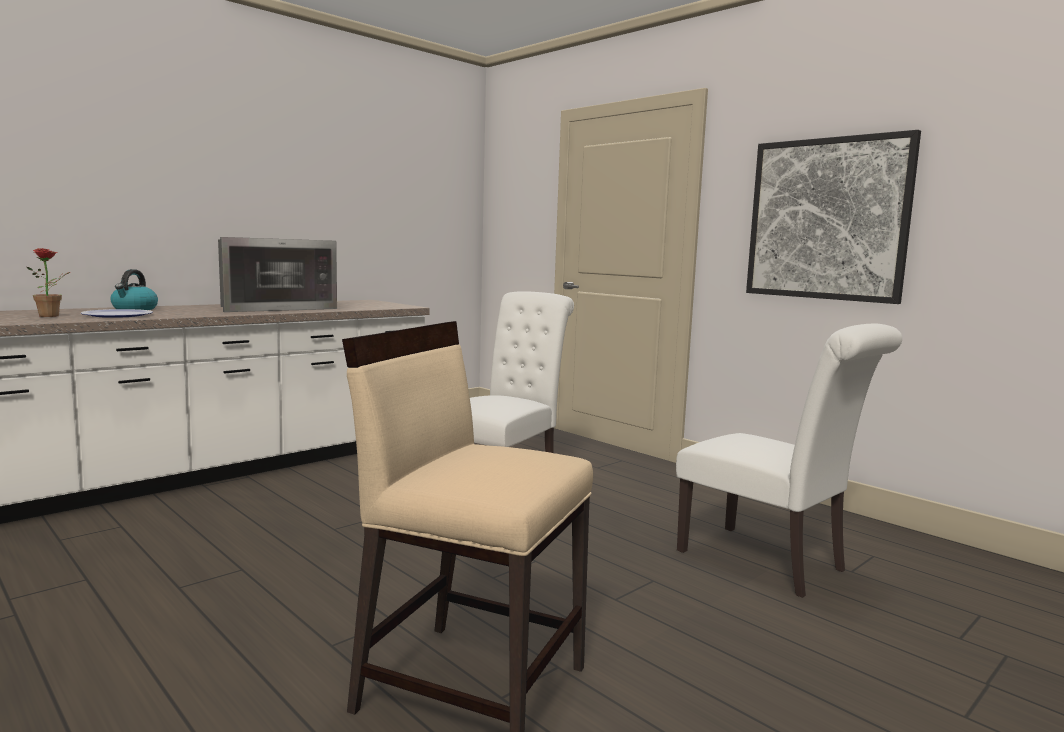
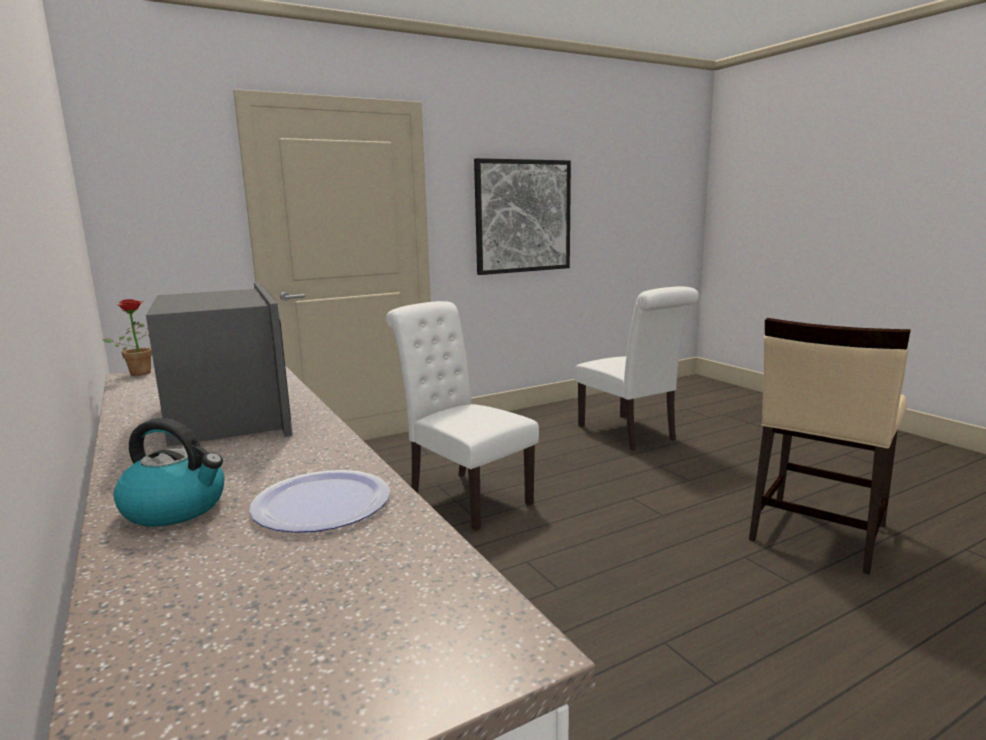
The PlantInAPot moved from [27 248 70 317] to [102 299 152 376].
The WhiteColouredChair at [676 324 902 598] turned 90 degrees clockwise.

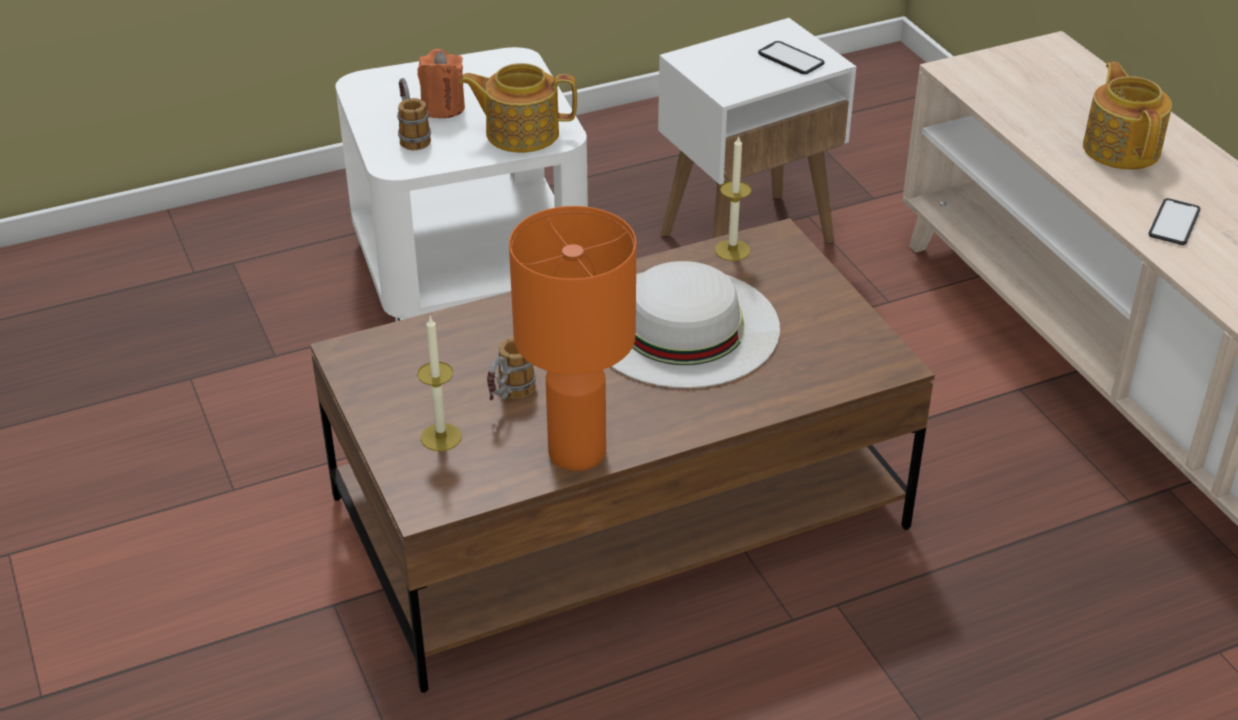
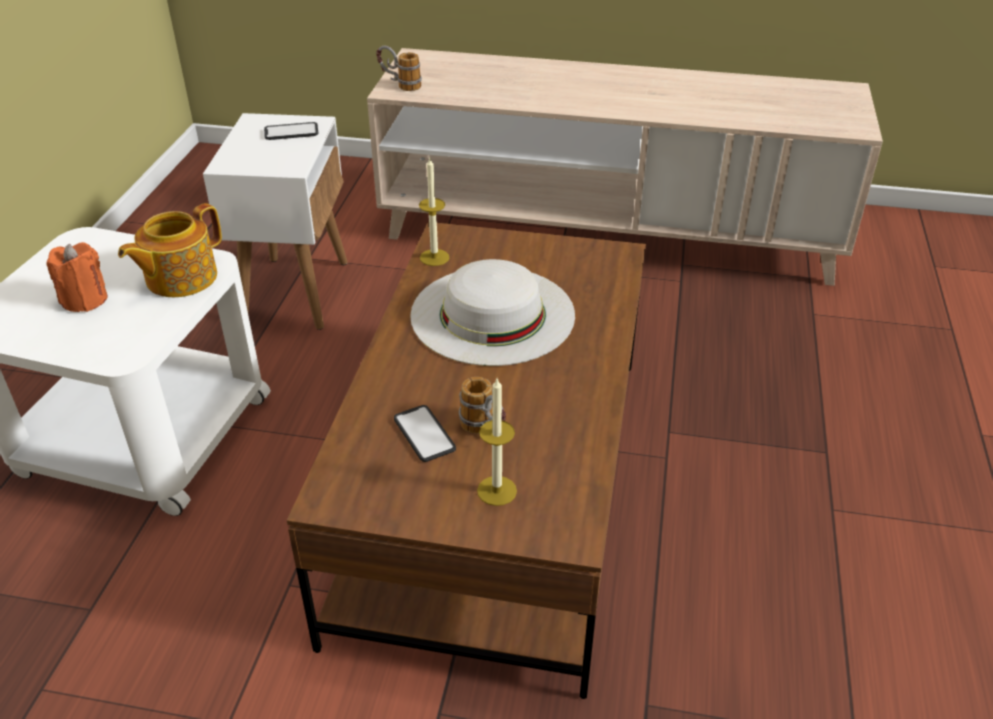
The Mug moved from [397 78 431 150] to [376 46 422 91].
The OrangeColouredLampForATable at [509 206 636 471] disappeared.
The PotForTea at [1083 62 1172 170] disappeared.
The Telephone moved from [1149 198 1200 245] to [394 405 456 462].

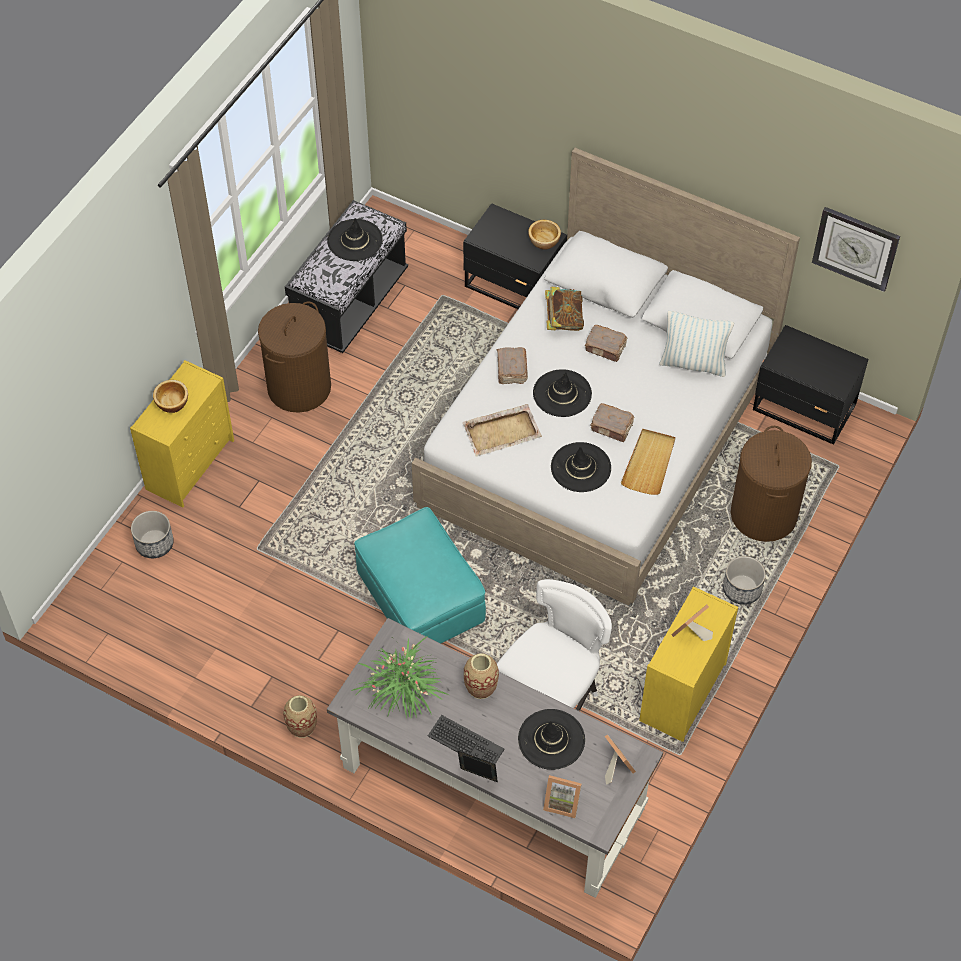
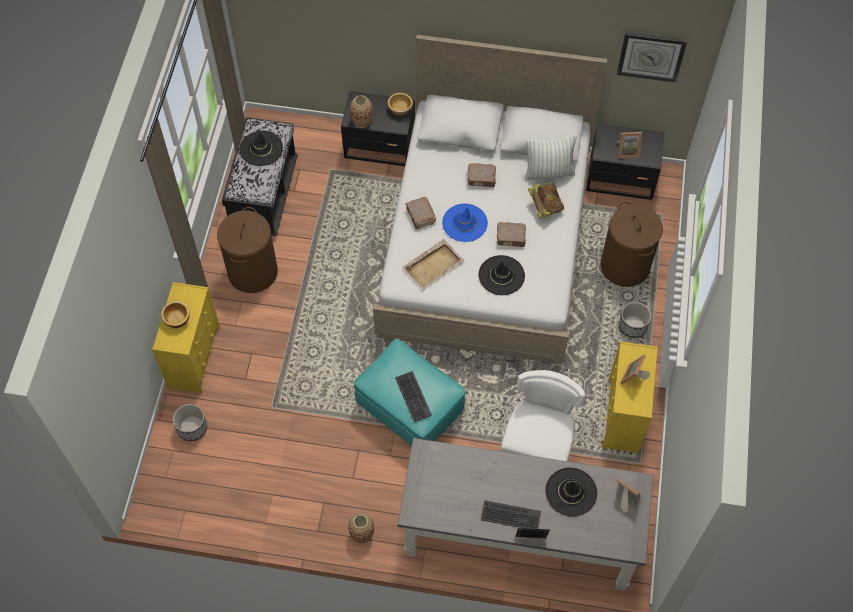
The PlantInAPot at [351 636 449 719] disappeared.
The DecorativeVase moved from [464 653 499 699] to [350 95 373 128].
The BlackColouredHat at [533 369 592 417] became the BlueHat at [442 204 488 242].
The StandingFrame moved from [543 775 582 819] to [617 132 642 159].
The BoundBook moved from [545 287 584 331] to [528 181 564 219].
The BeigeColouredServingTray at [621 429 676 495] disappeared.
The ComputerKeyboard at [395 371 432 422] appeared.

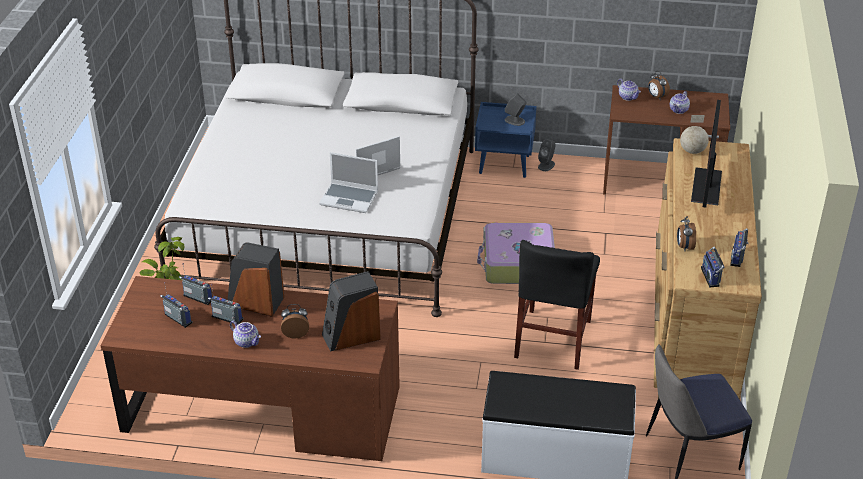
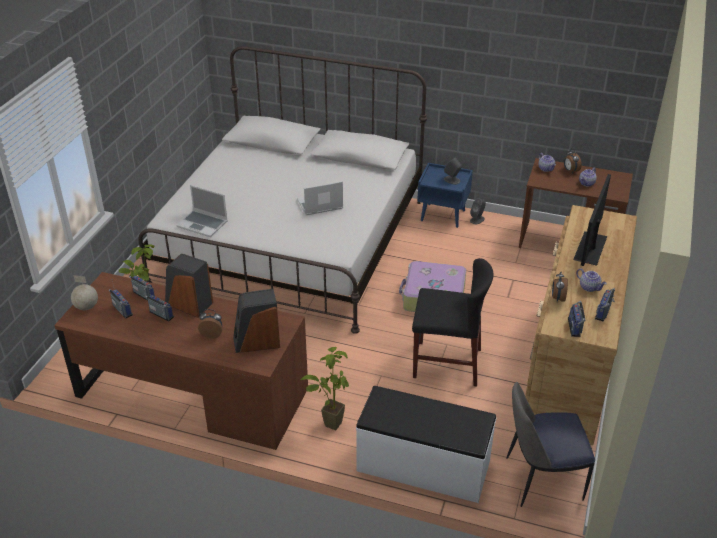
The PotForTea moved from [230 320 261 348] to [576 268 607 292].
The Laptop moved from [319 152 378 213] to [176 185 228 237].
The BlackColouredChair at [514 240 600 370] turned 105 degrees counterclockwise.
The Globe moved from [680 115 709 154] to [71 275 98 310].
The PlantInAPot at [301 347 349 430] appeared.

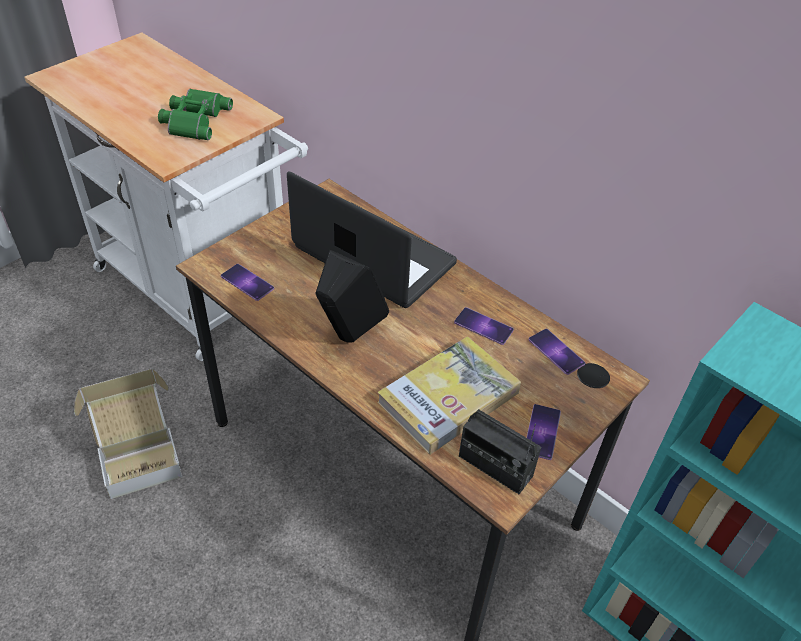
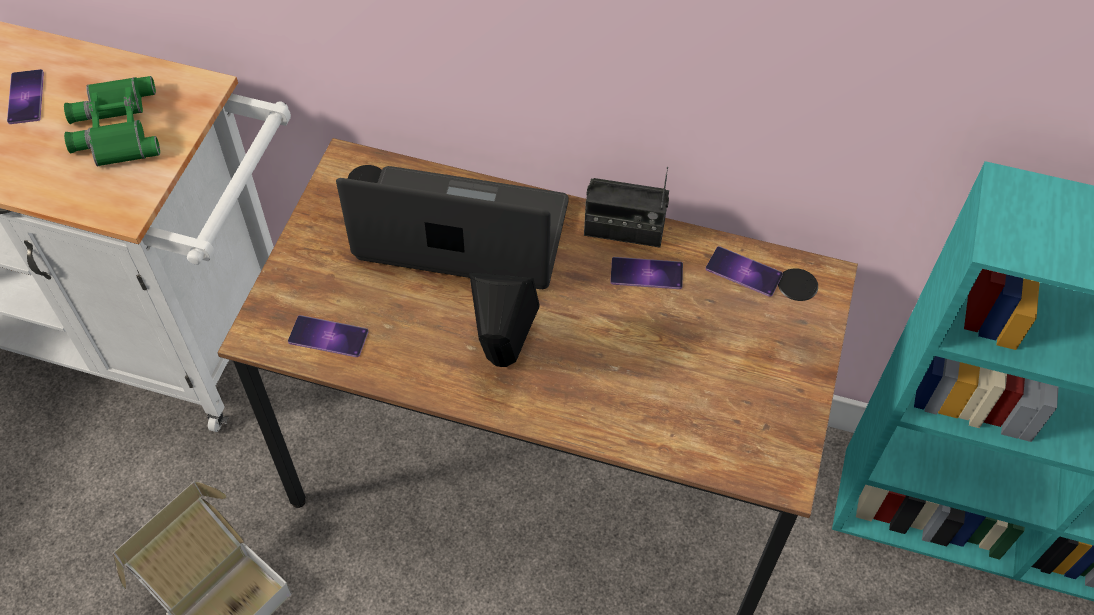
The BoundBook at [377 336 521 455] disappeared.
The RadioReceiver moved from [459 409 541 494] to [584 167 669 248].
The Telephone moved from [527 404 561 460] to [7 69 44 124].

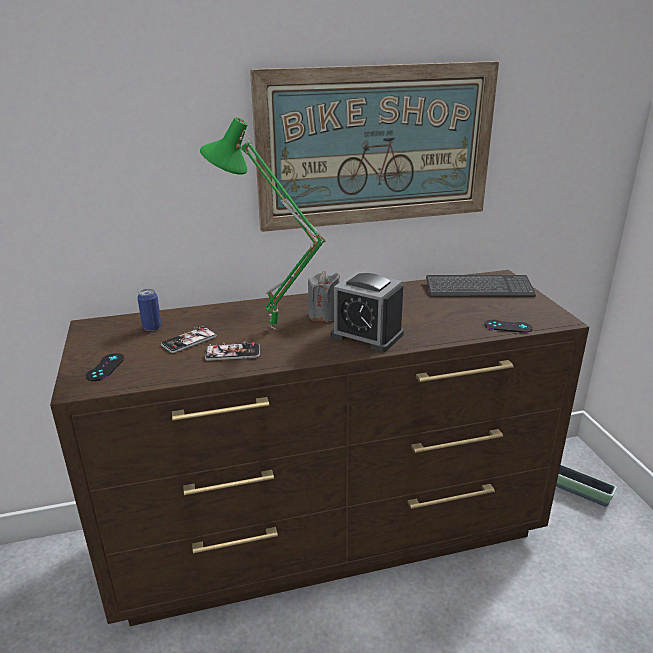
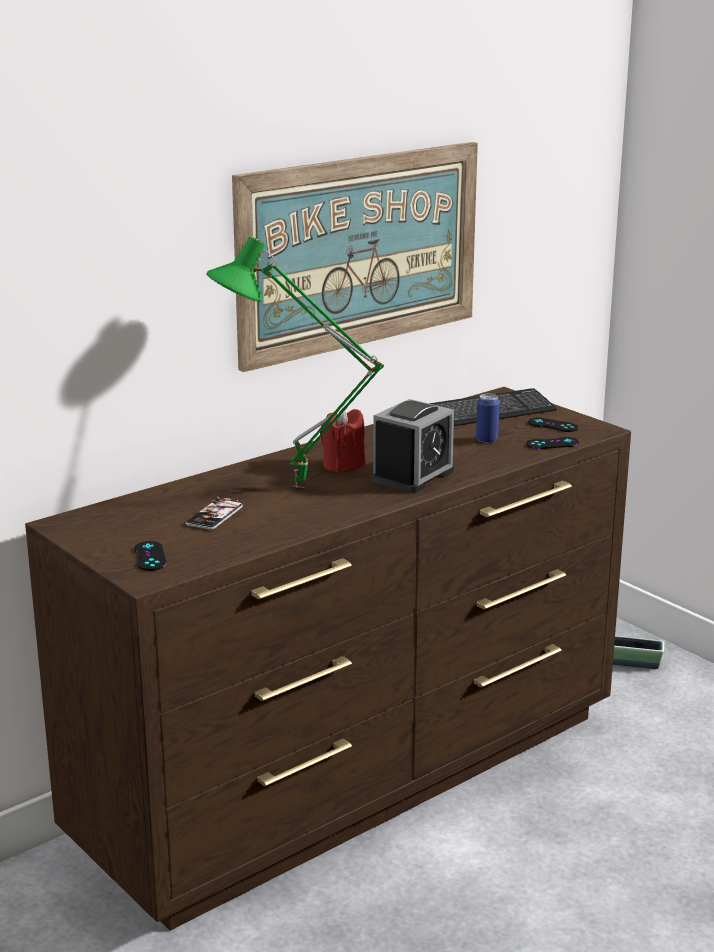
The MetalCan moved from [137 288 162 331] to [476 394 499 443].
The Telephone at [205 341 260 361] disappeared.
The GrayWaxCandle at [308 270 340 322] became the RedColouredWaxCandle at [320 408 365 473].
The AlarmClock at [331 271 404 352] turned 60 degrees counterclockwise.
The BlackColouredGamepad at [528 418 579 432] appeared.

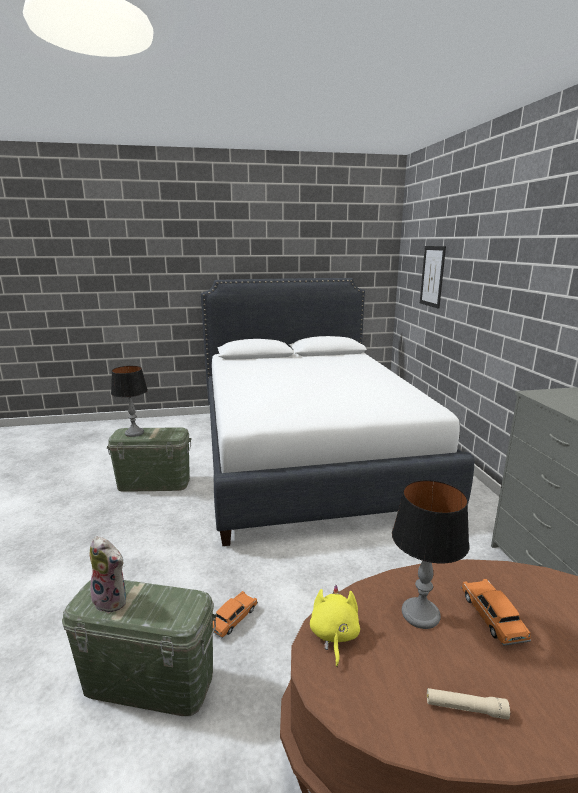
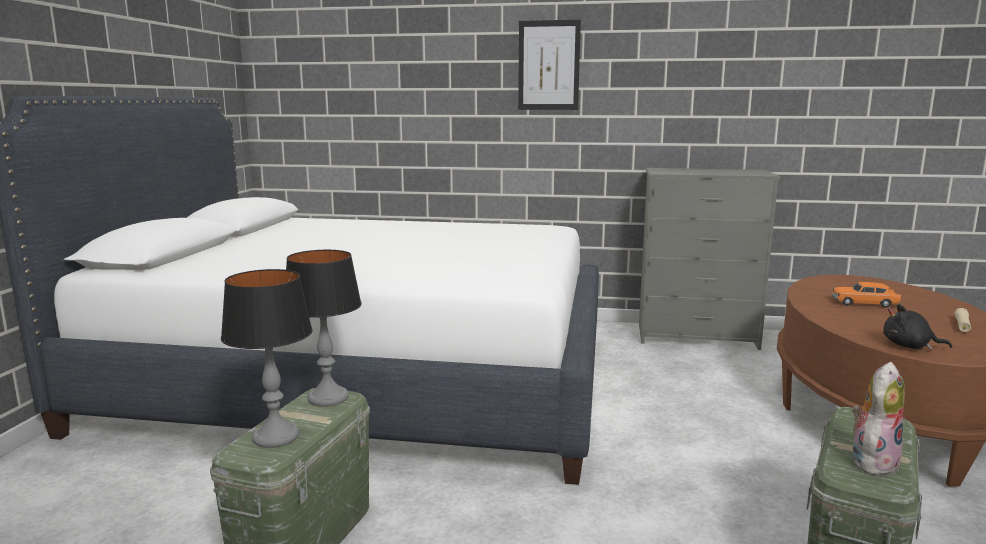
The OrangeColouredToyCar at [213 591 258 638] disappeared.
The YellowCuddlyToy at [310 585 360 667] became the BlackColouredCuddlyToy at [883 304 952 350].
The LampForATable moved from [392 480 469 629] to [286 250 362 407].
The WallPicture moved from [420 246 446 309] to [518 20 581 110].

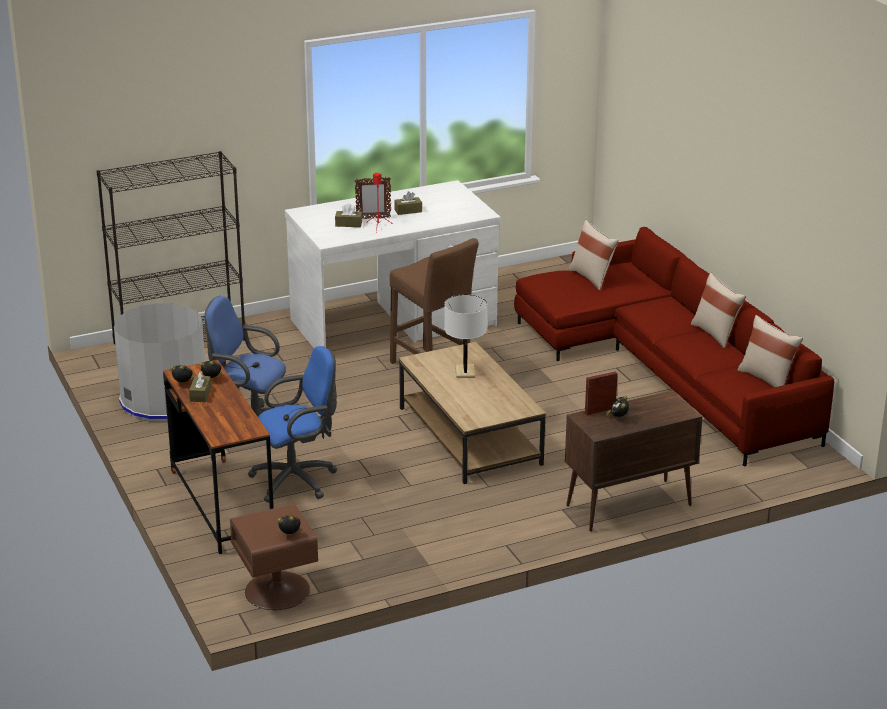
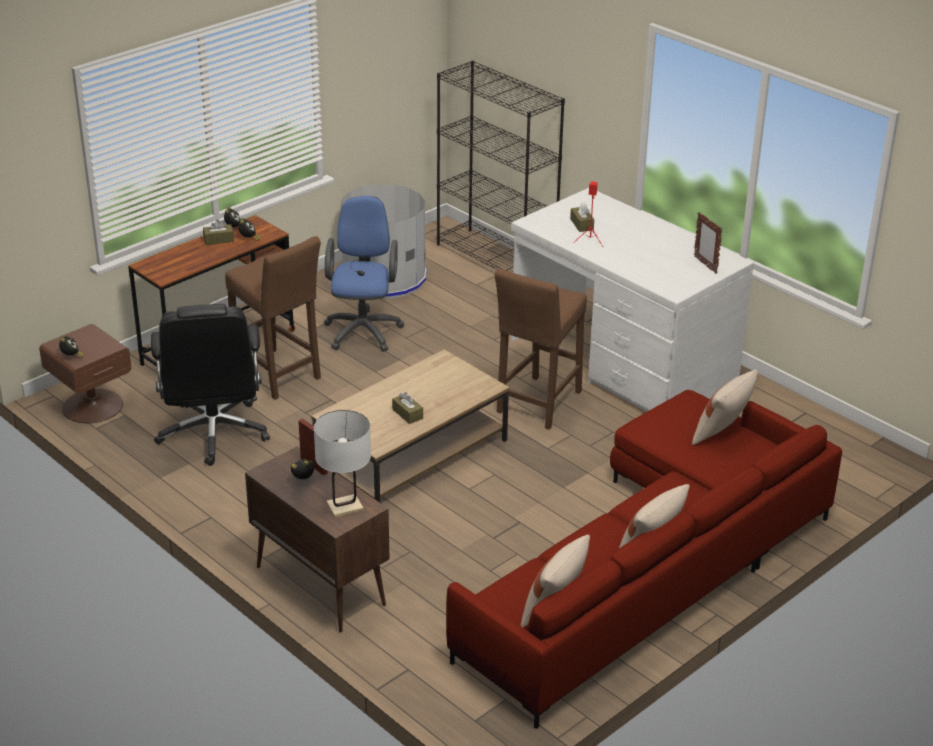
The BlueOfficeChair at [248 346 337 503] was replaced by the BrownishStoolSeat at [225 236 321 400].
The StandingFrame moved from [354 177 391 219] to [694 212 723 274].
The BrownishBoxOfTissues moved from [394 191 422 215] to [392 392 423 424].
The WhiteColouredLampForATable moved from [444 294 487 378] to [314 410 371 518].
The BlackColouredOfficeChair at [151 304 270 466] appeared.

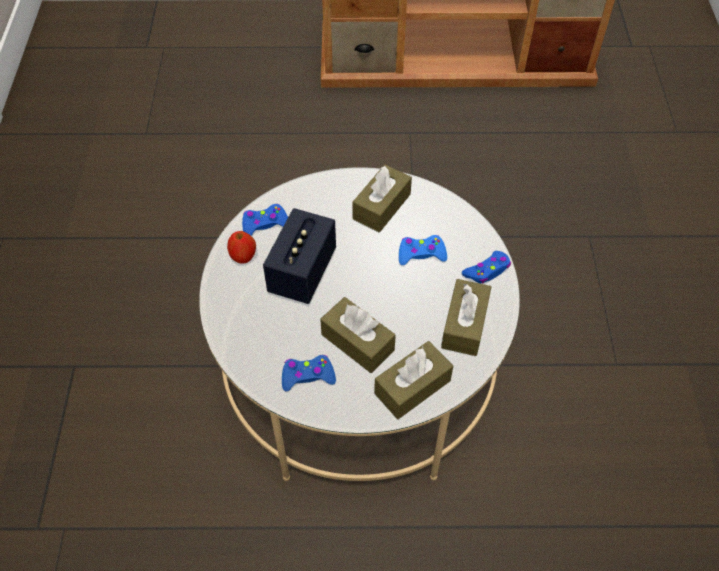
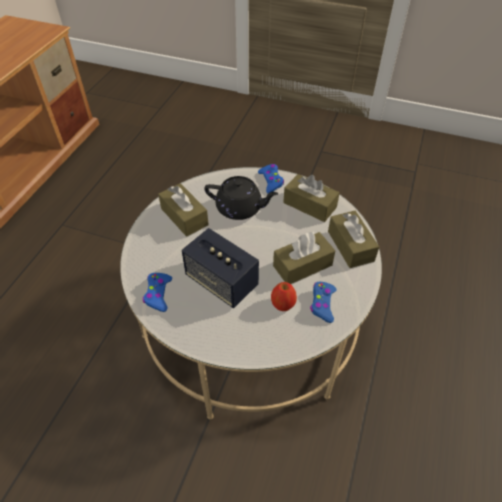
The Apple moved from [227 231 256 264] to [271 282 297 311].
The BlueGamepad at [399 235 447 265] was replaced by the BlackColouredPotForTea at [204 176 278 220].

